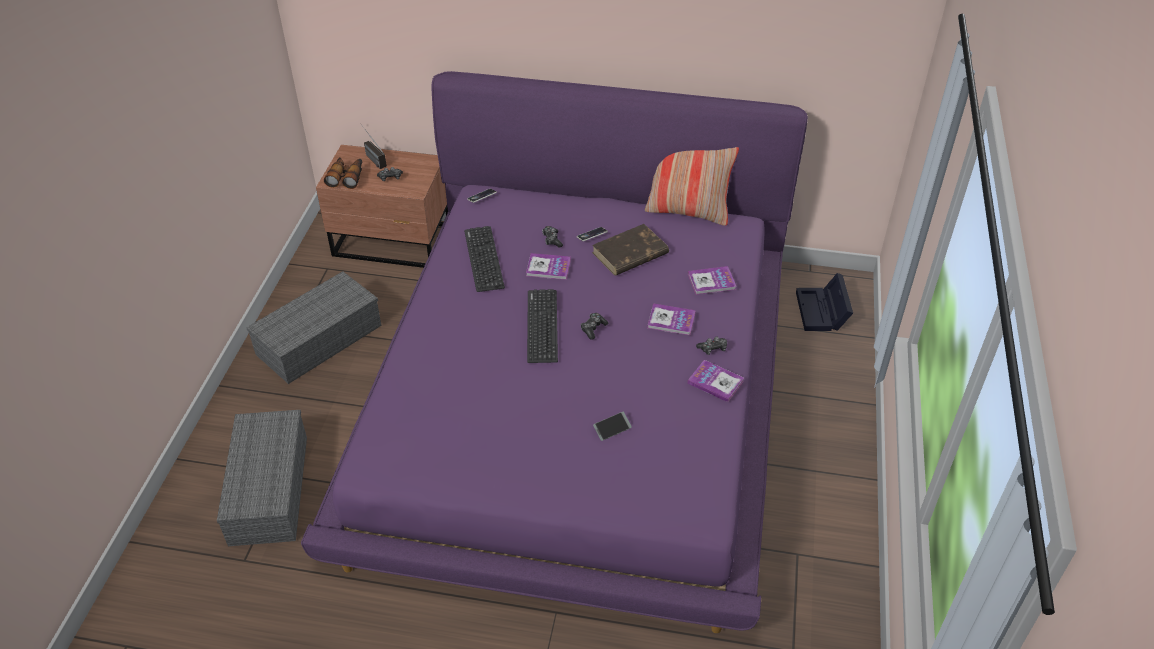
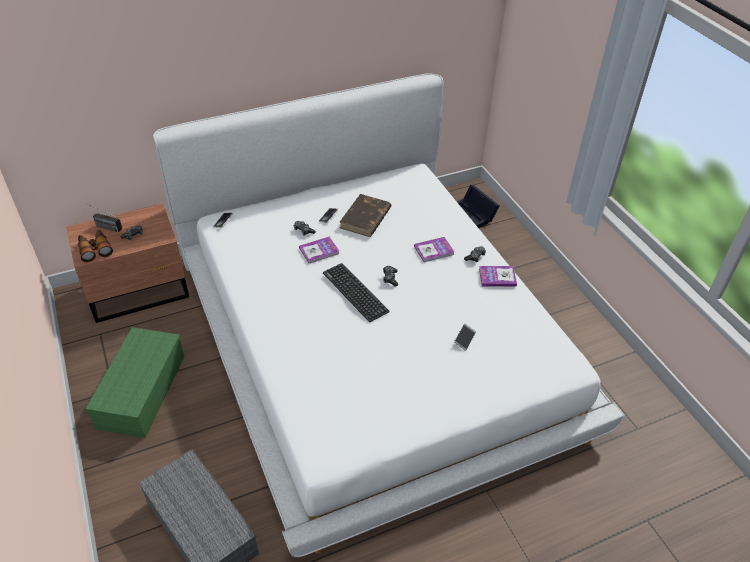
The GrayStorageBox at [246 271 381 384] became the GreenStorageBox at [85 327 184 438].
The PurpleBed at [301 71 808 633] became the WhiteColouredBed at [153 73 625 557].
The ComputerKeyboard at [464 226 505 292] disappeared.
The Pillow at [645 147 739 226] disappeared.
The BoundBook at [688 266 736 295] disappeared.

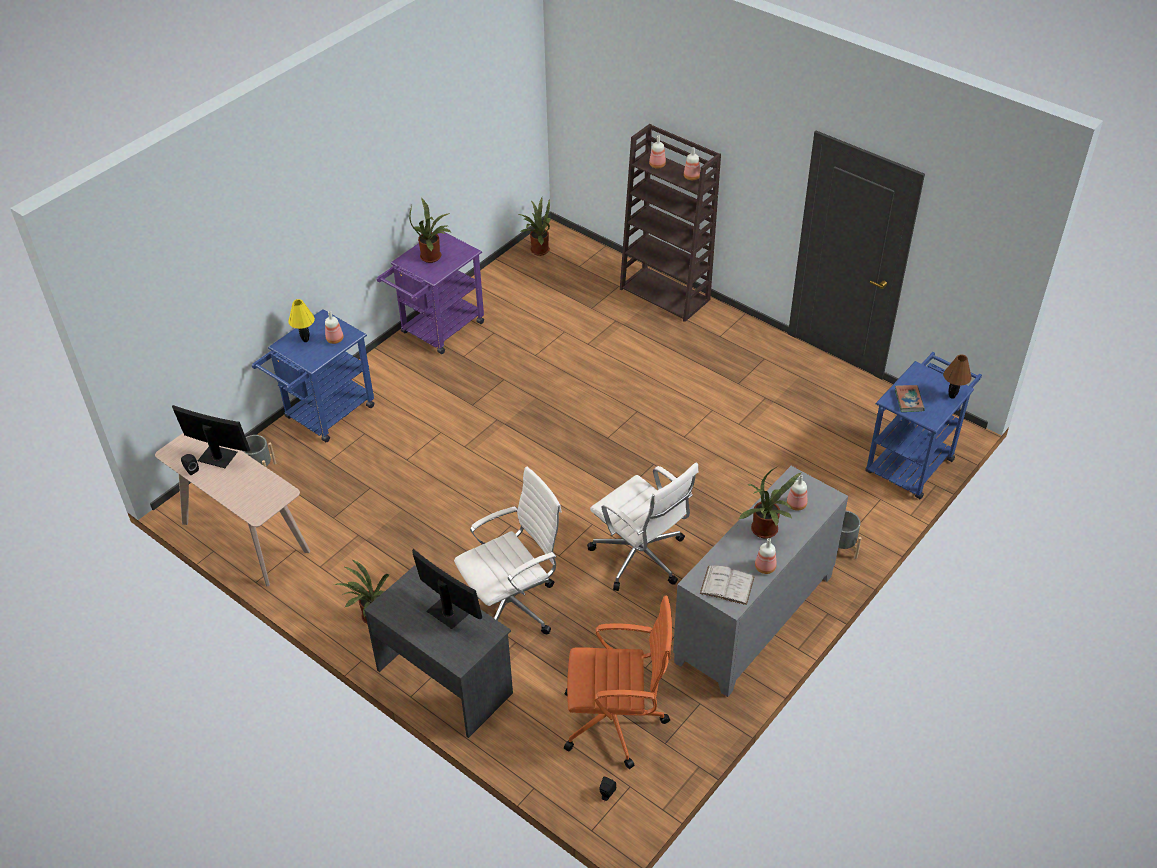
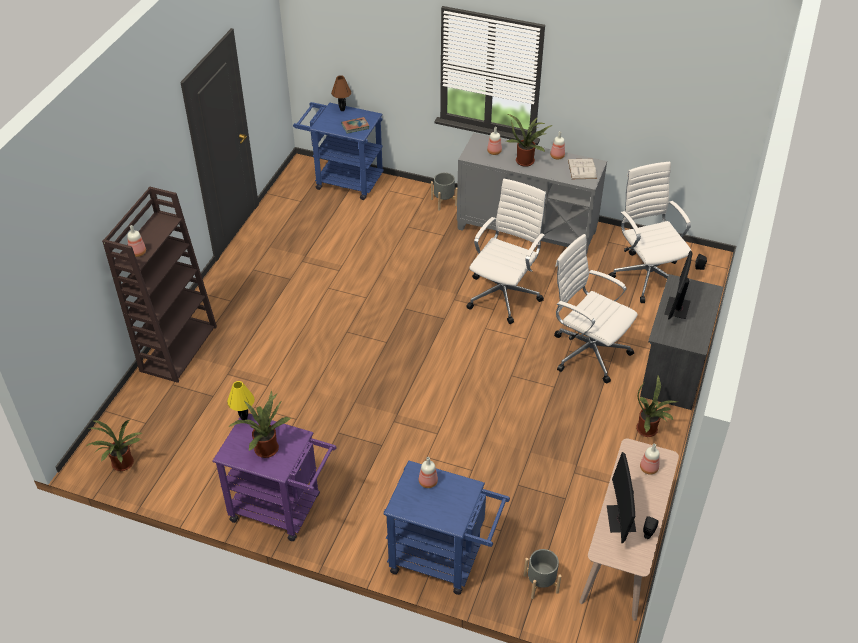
The YellowLampForATable moved from [288 299 315 342] to [227 381 255 420].
The OrangeColouredOfficeChair at [564 595 672 769] became the WhiteColouredOfficeChair at [609 162 691 303].
The DrinkBottle moved from [684 147 700 180] to [640 443 659 474].

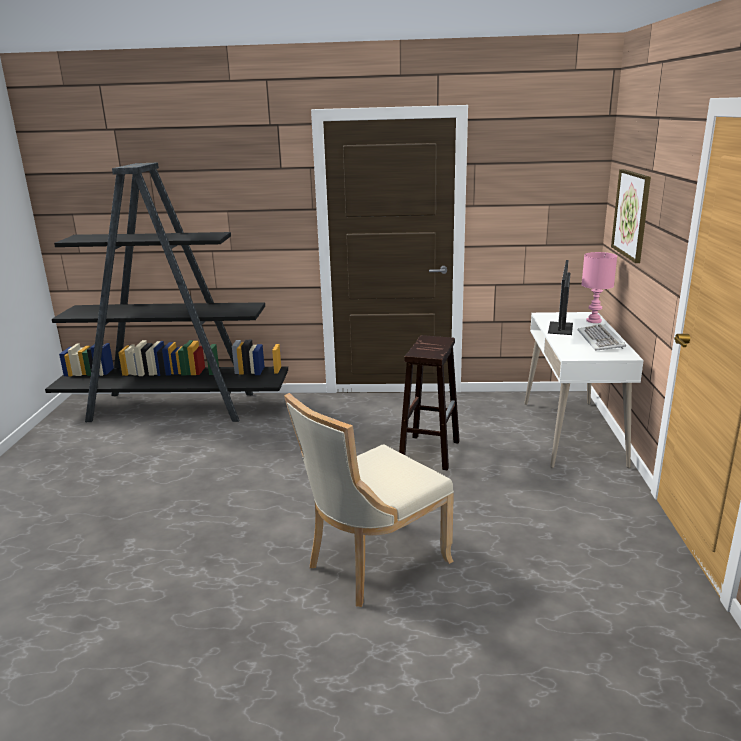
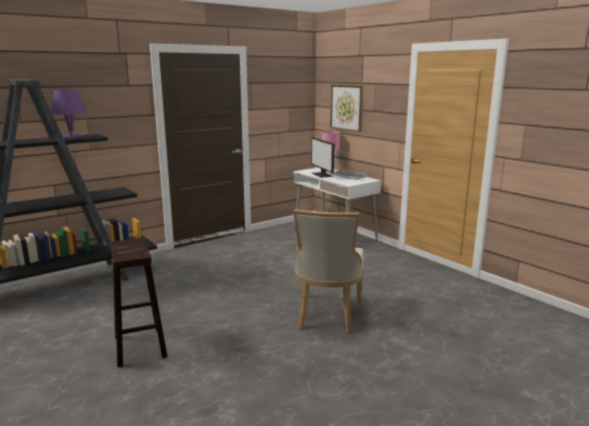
The BrownishStoolSeat moved from [399 335 460 471] to [111 238 167 367].
The PurpleLampForATable at [51 89 87 139] appeared.

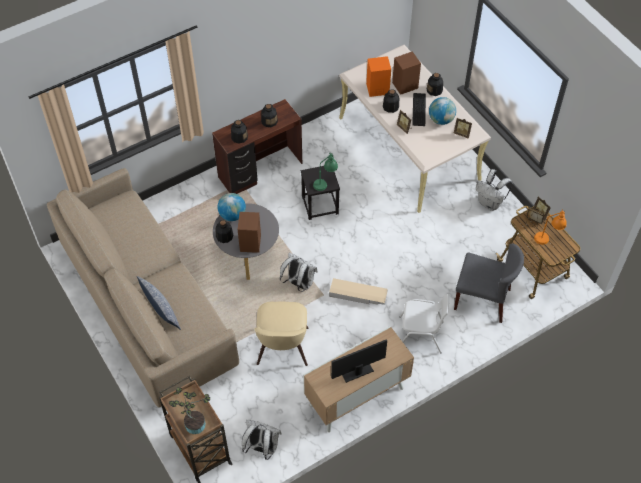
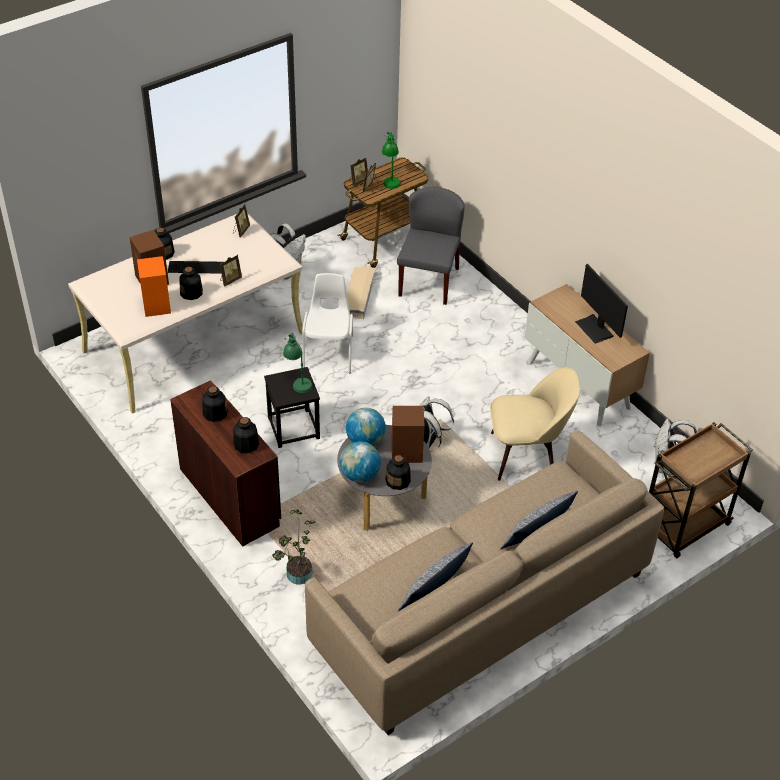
The PlantInAPot moved from [169 387 210 434] to [272 509 316 584].
The BeigeColouredStorageBox moved from [329 278 387 305] to [347 266 375 319].
The WhiteColouredChair moved from [399 294 449 353] to [302 273 353 373].
The Globe moved from [429 97 456 125] to [346 408 386 446].
The OrangeColouredLampForATable at [534 209 567 245] became the GreenLampForATable at [382 132 401 189].
The Pillow at [398 542 473 611] appeared.

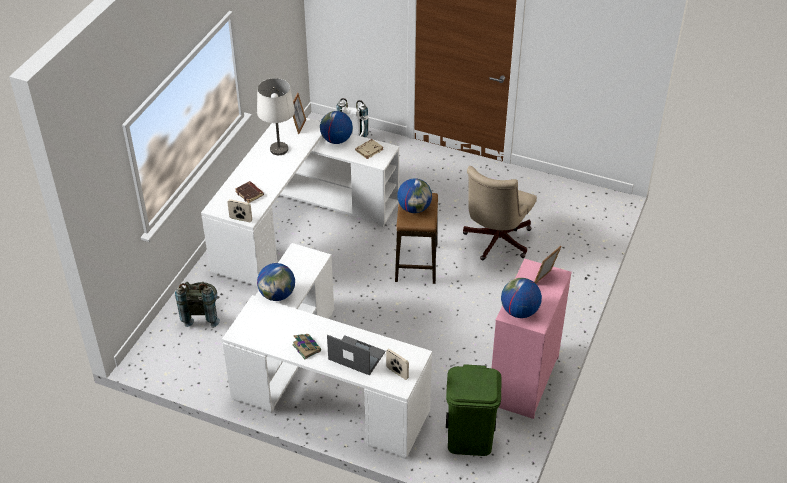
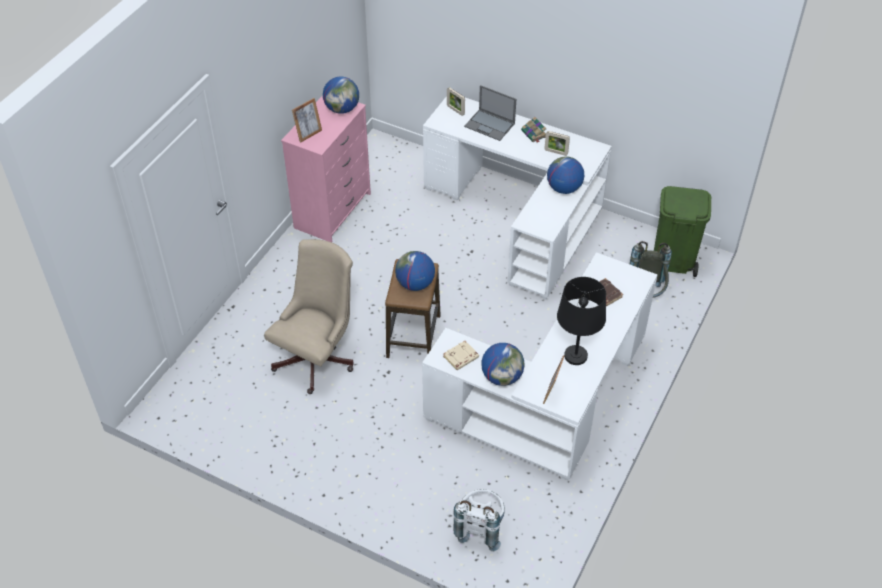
The StandingFrame moved from [227 199 252 222] to [544 131 570 156].
The WhiteColouredLampForATable at [257 78 295 155] became the BlackColouredLampForATable at [557 277 606 365].
The GreenWasteBin moved from [446 364 502 456] to [654 186 711 277].

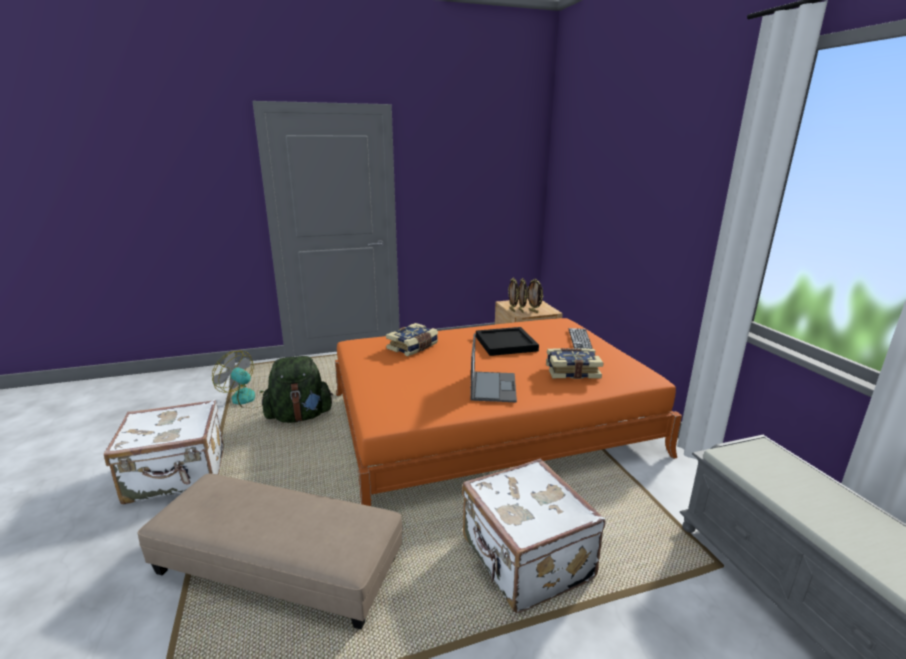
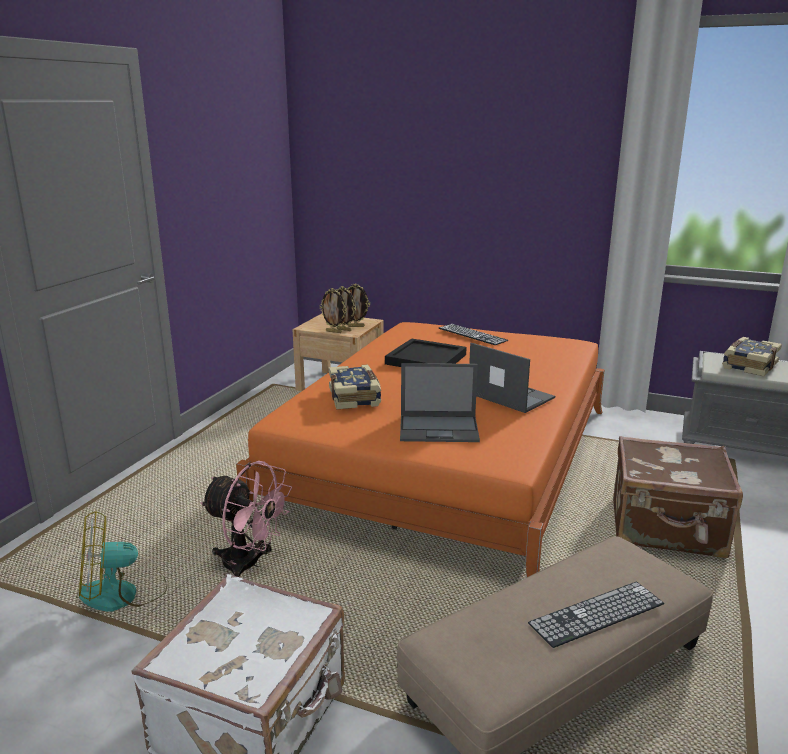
The GreenRucksack at [262 356 333 423] was replaced by the PinkFan at [201 461 292 577].
The WhiteColouredSuitcase at [462 458 605 613] became the BrownishSuitcase at [613 436 743 558].
The BoundBook moved from [546 348 603 379] to [722 337 782 377].
The Laptop at [400 363 480 442] appeared.
The ComputerKeyboard at [528 582 664 648] appeared.

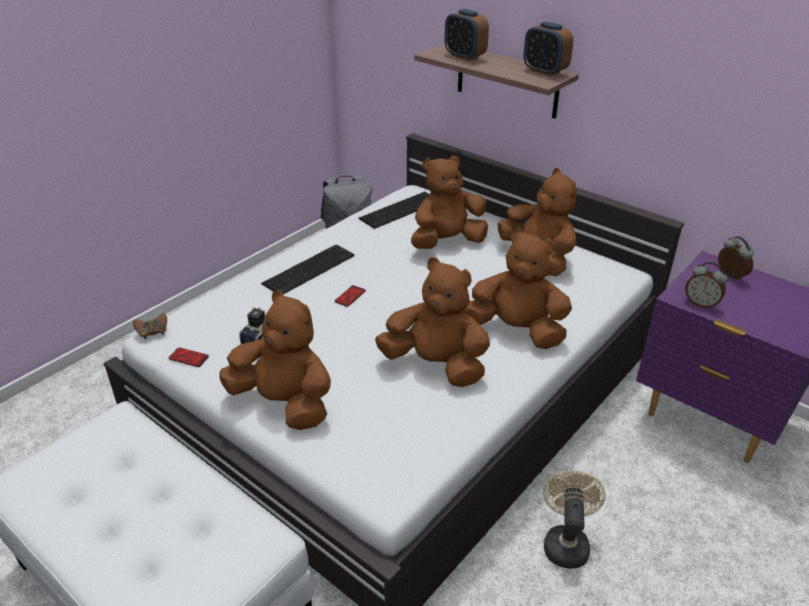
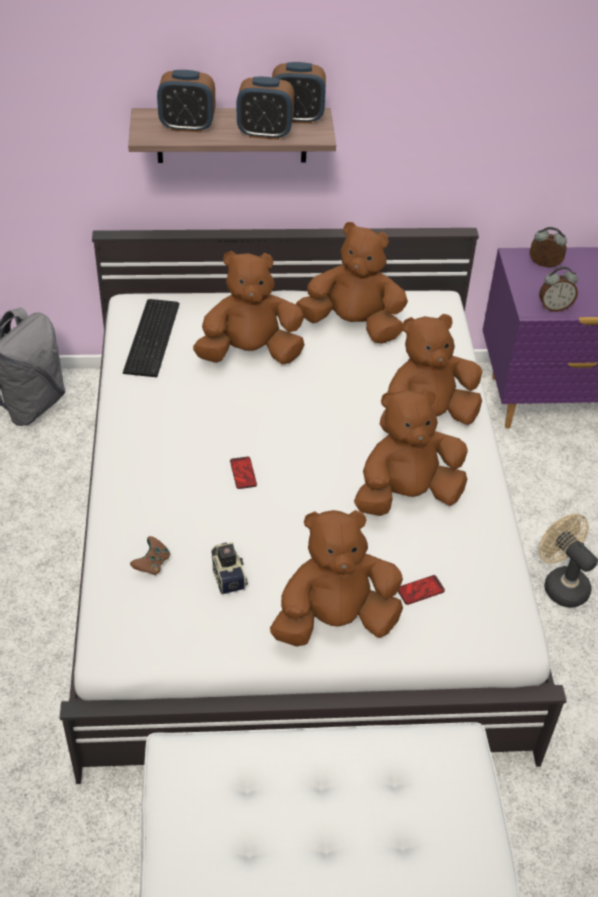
The BrownishGamepad moved from [133 313 167 339] to [130 536 170 575].
The Telephone moved from [168 348 209 367] to [398 575 445 605].
The ComputerKeyboard at [261 245 354 294] disappeared.
The BrownishCuddlyToy at [411 155 488 249] turned 60 degrees clockwise.
The AlarmClock at [237 77 294 140] appeared.

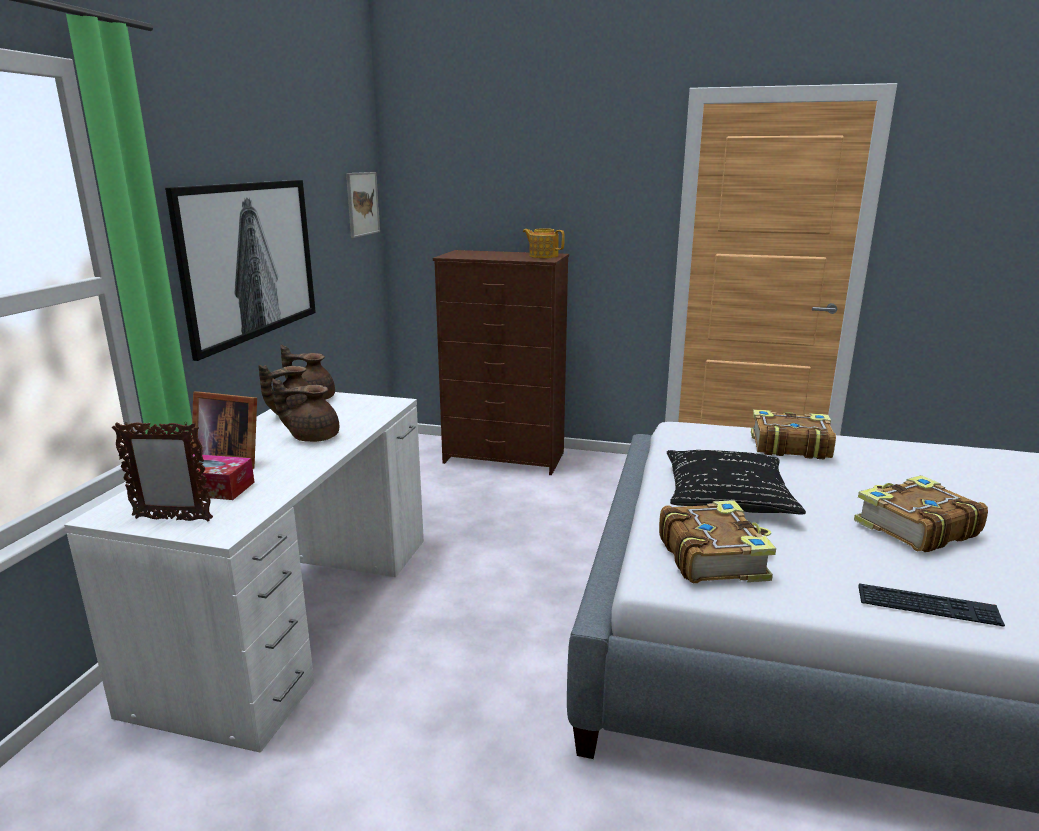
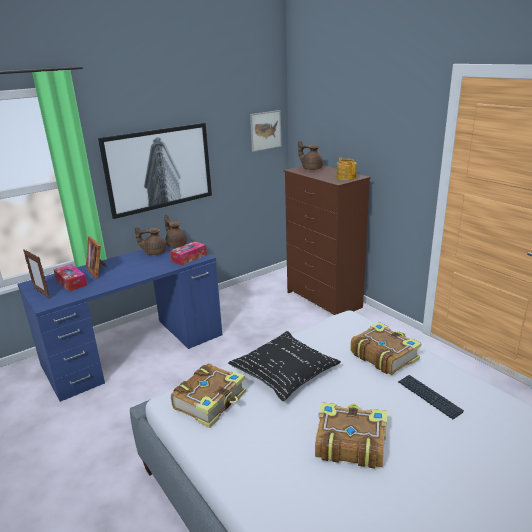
The WhiteColouredDesk at [64 392 424 753] became the BlueDesk at [17 241 222 402].
The BrownishPotForTea moved from [272 379 339 442] to [298 140 323 170].
The ComputerKeyboard moved from [859 583 1005 626] to [398 375 464 419].
The BoxOfTissues at [170 241 207 265] appeared.

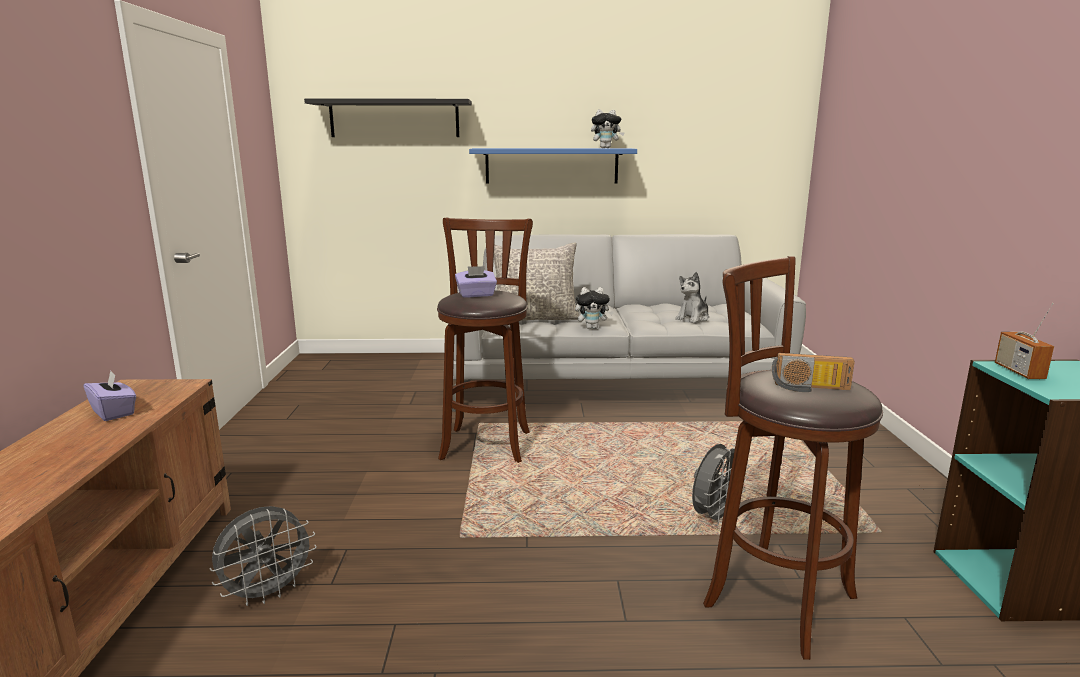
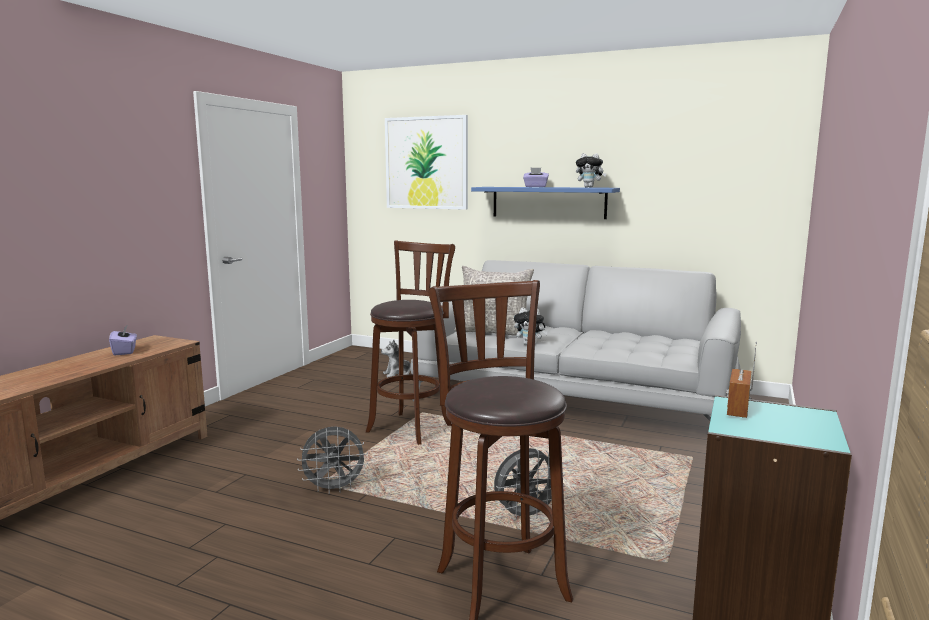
The GrayFan moved from [209 506 317 606] to [297 426 368 494].
The BlackColouredWallShelf at [304 98 471 137] was replaced by the WallPicture at [385 115 468 210].
The PurpleBoxOfTissues moved from [455 266 497 298] to [523 168 549 187].
The CuddlyToy moved from [675 272 709 323] to [381 340 411 378].
The RadioReceiver at [772 353 855 392] disappeared.

